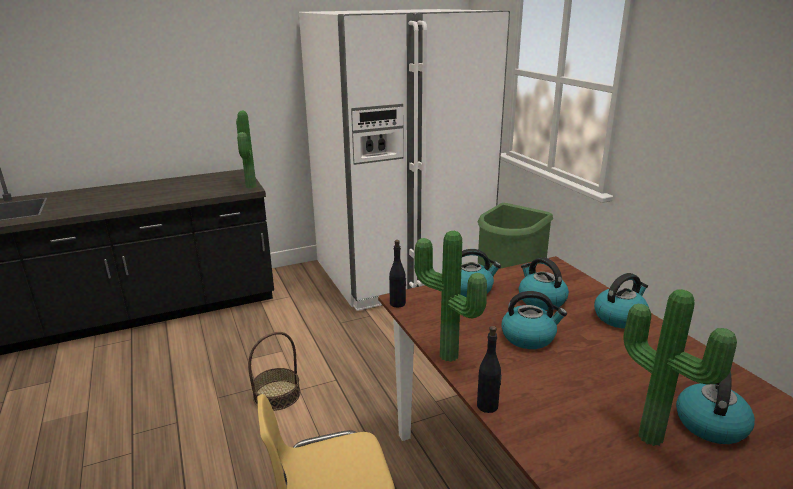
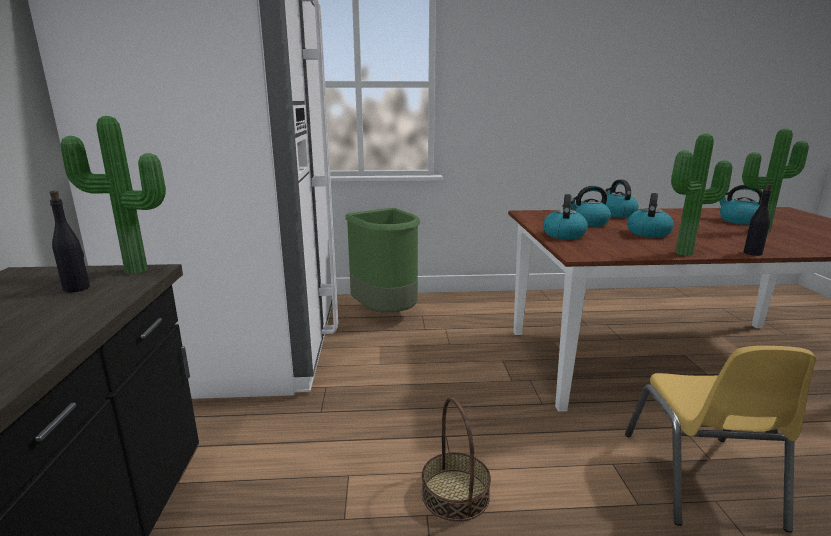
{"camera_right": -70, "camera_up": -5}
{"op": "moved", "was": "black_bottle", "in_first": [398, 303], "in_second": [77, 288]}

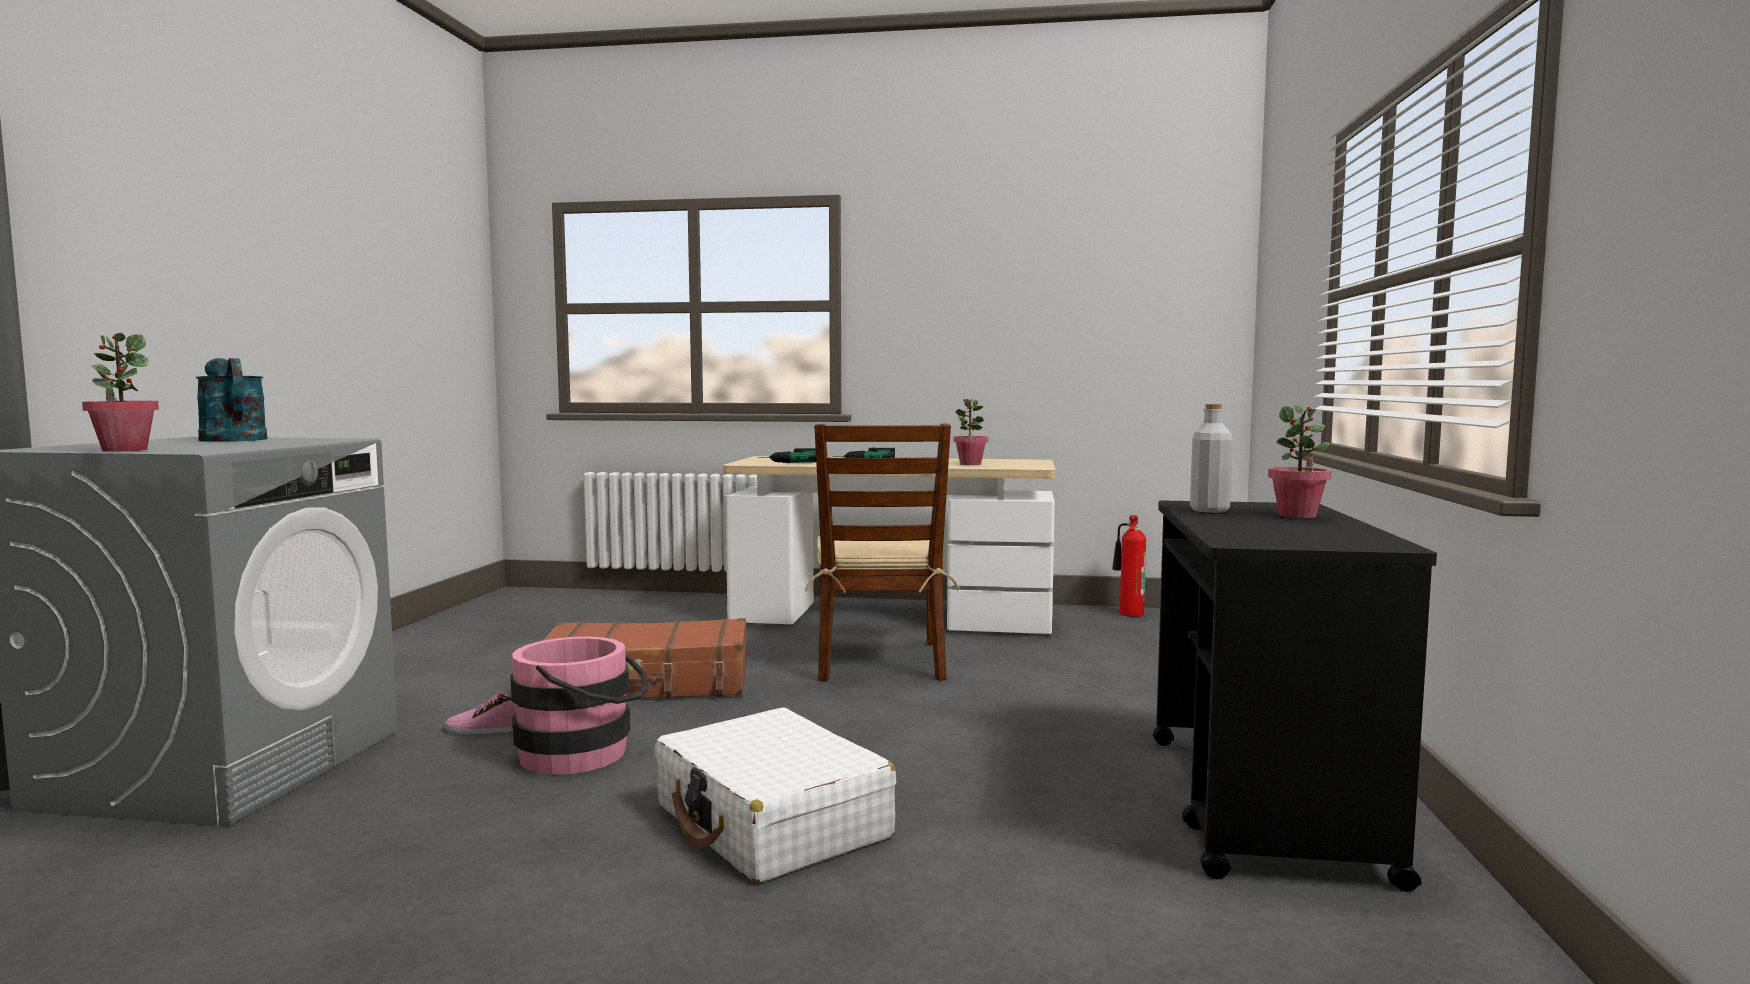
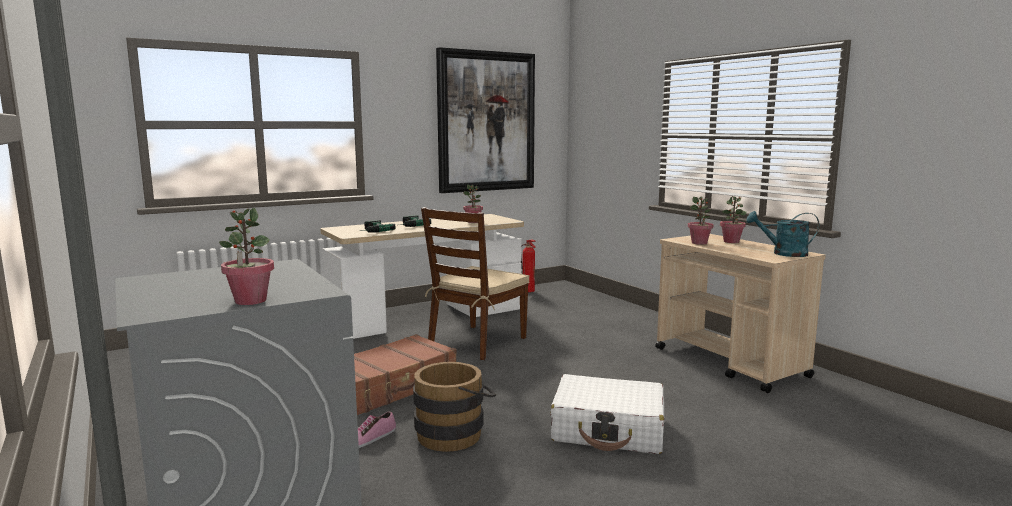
{"camera_right": -40, "camera_up": 5}
{"op": "added", "now": "picture", "in_second": [486, 122]}
{"op": "moved", "was": "turquoise_watering_can", "in_first": [231, 439], "in_second": [783, 253]}
{"op": "replaced", "was": "grey_bottle", "now": "potted_plant", "in_first": [1209, 510], "in_second": [699, 243]}
{"op": "recoloured", "was": "pink_bucket", "now": "brown_bucket", "in_first": [584, 754], "in_second": [455, 433]}
{"op": "recoloured", "was": "black_cart", "now": "beige_cart", "in_first": [1262, 805], "in_second": [730, 363]}
{"op": "turned", "was": "brown_chair", "in_first": [880, 661], "in_second": [477, 342], "clockwise": 75}

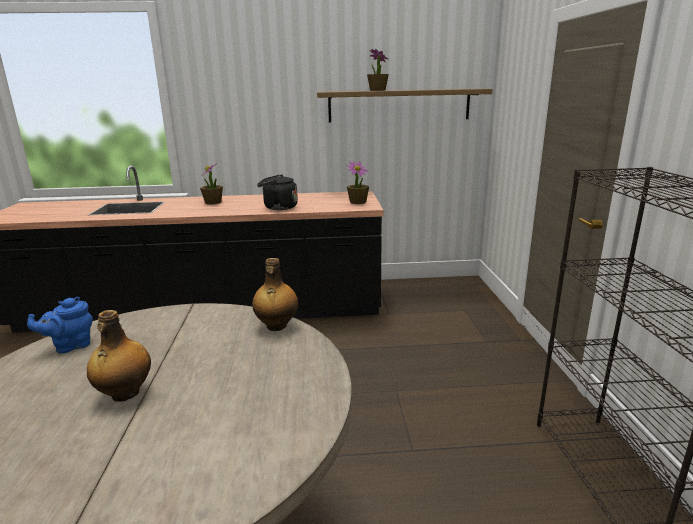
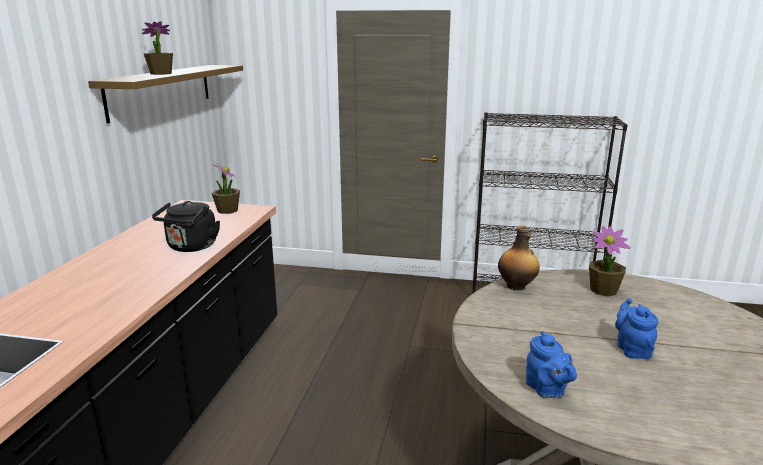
{"camera_right": -75, "camera_up": 0}
{"op": "moved", "was": "potted_plant", "in_first": [213, 202], "in_second": [603, 290]}
{"op": "replaced", "was": "bottle", "now": "blue_teapot", "in_first": [124, 394], "in_second": [632, 349]}

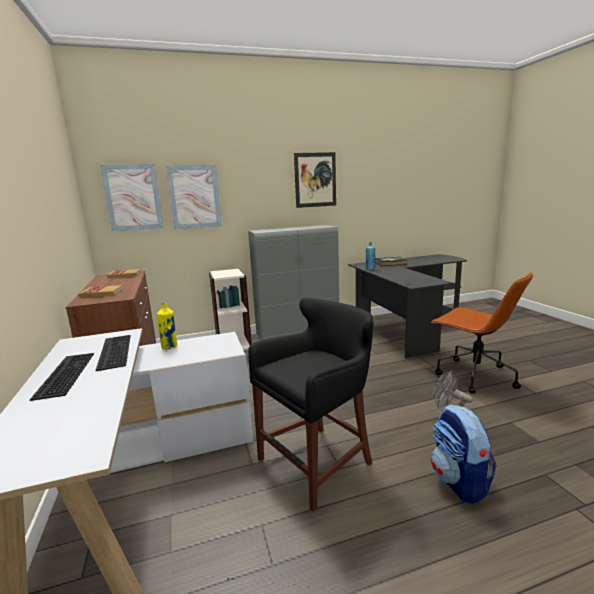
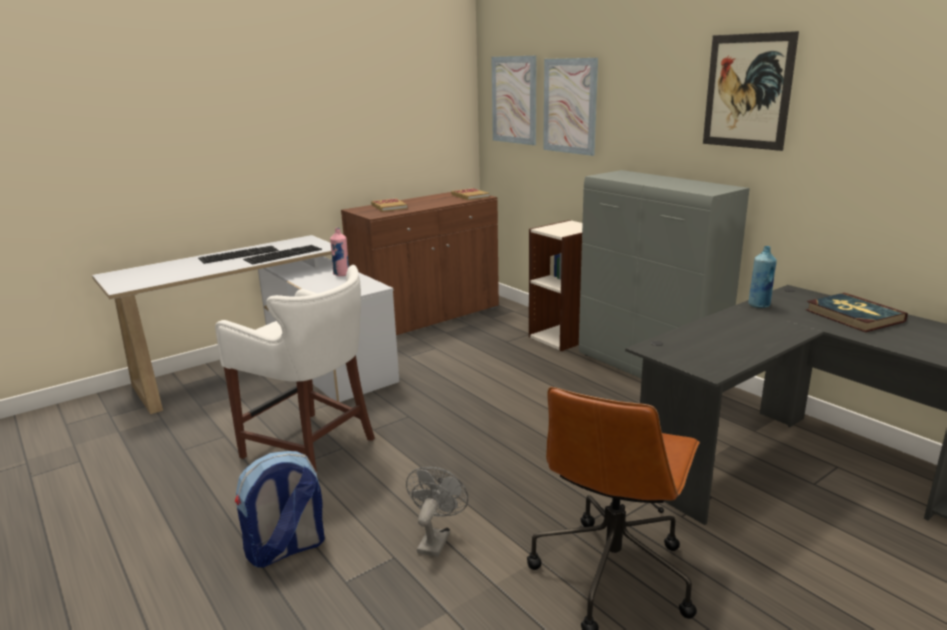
{"camera_right": 70, "camera_up": 5}
{"op": "recoloured", "was": "yellow_bottle", "now": "pink_bottle", "in_first": [169, 347], "in_second": [341, 274]}
{"op": "recoloured", "was": "black_stool", "now": "white_stool", "in_first": [318, 461], "in_second": [313, 447]}

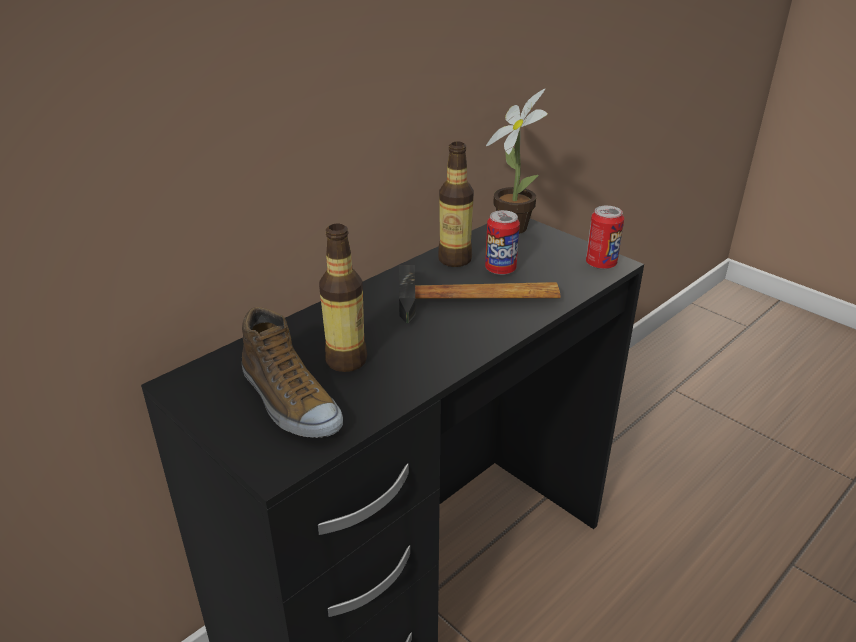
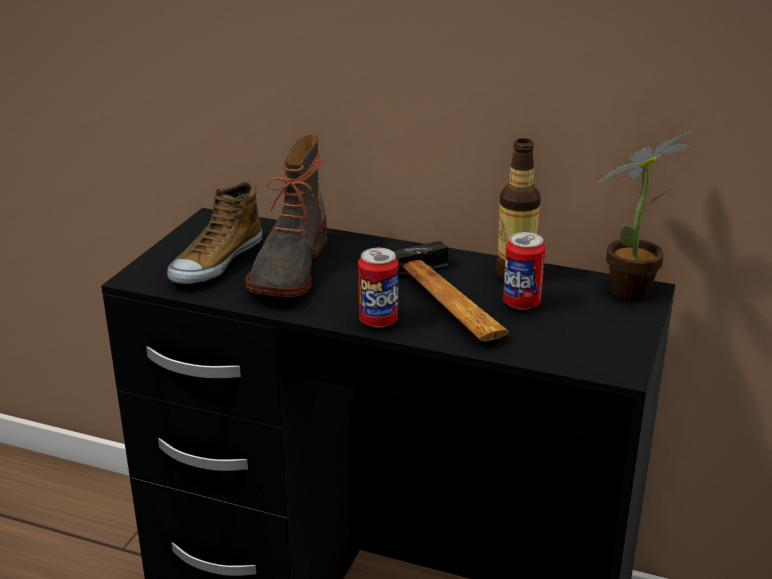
{"camera_right": 65, "camera_up": -5}
{"op": "moved", "was": "can", "in_first": [601, 264], "in_second": [378, 320]}
{"op": "replaced", "was": "bottle", "now": "boot", "in_first": [346, 360], "in_second": [288, 268]}

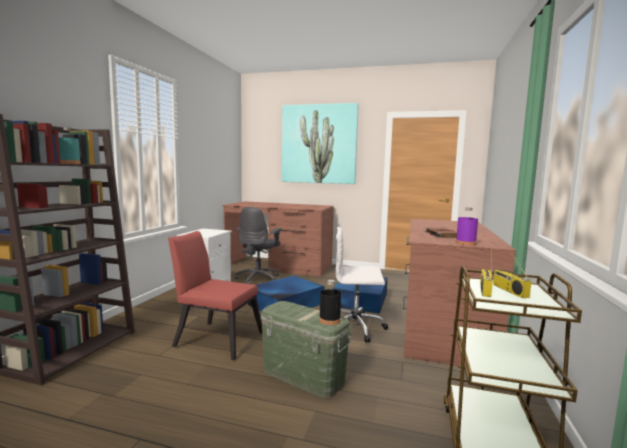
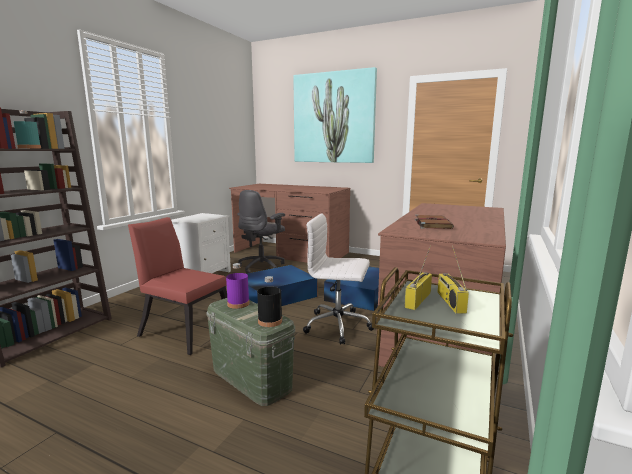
{"camera_right": 10, "camera_up": 5}
{"op": "moved", "was": "purple_bottle", "in_first": [465, 243], "in_second": [238, 304]}

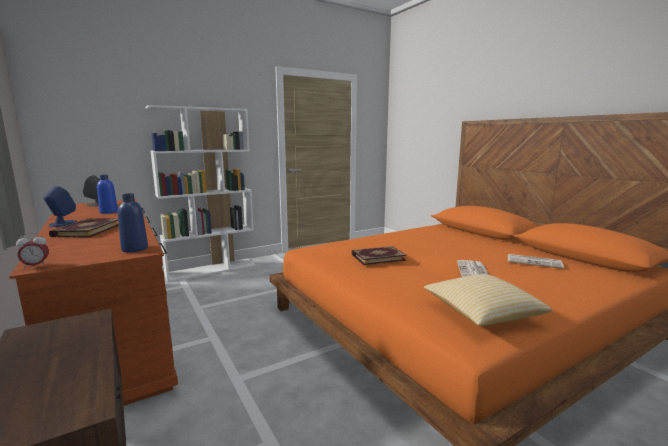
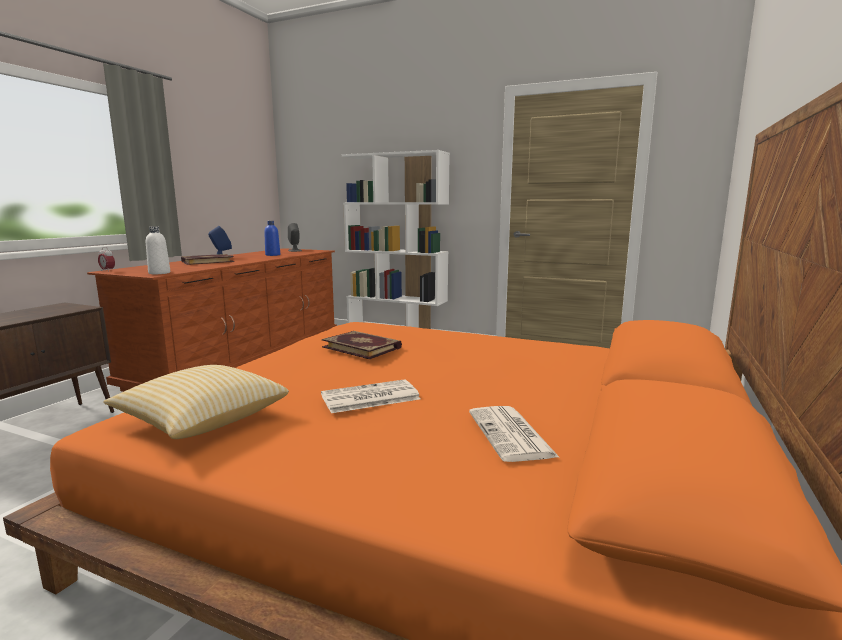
{"camera_right": 55, "camera_up": 0}
{"op": "recoloured", "was": "blue_bottle", "now": "white_bottle", "in_first": [135, 249], "in_second": [159, 273]}

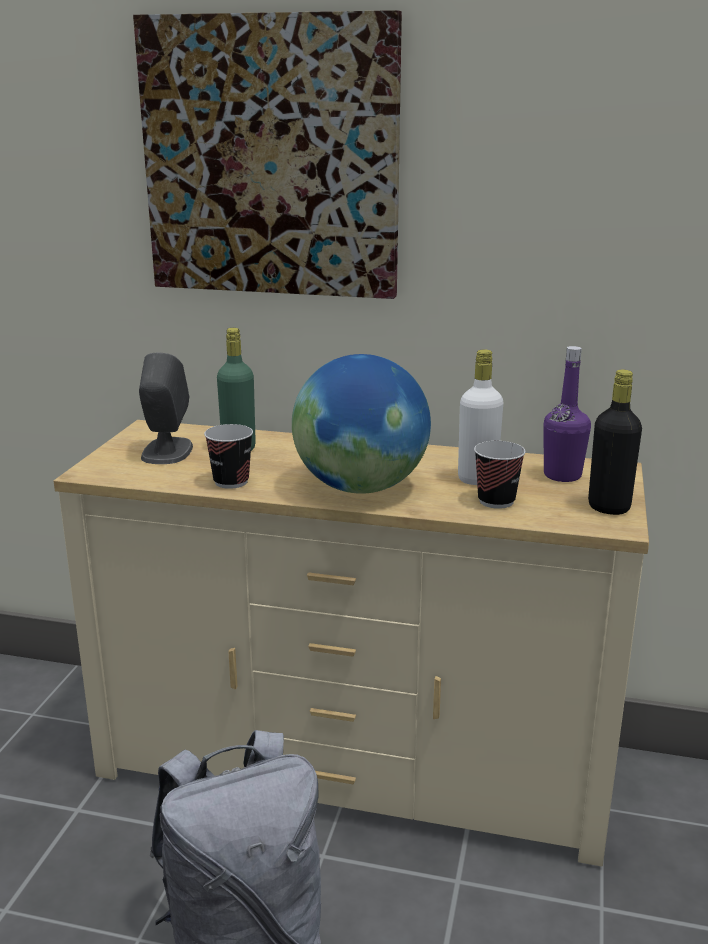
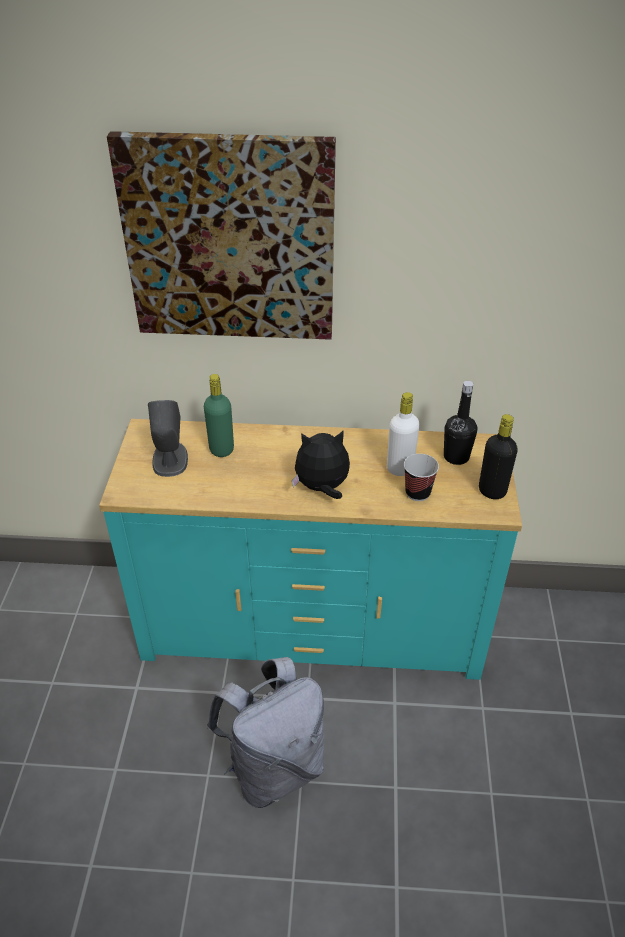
{"camera_right": -10, "camera_up": 20}
{"op": "removed", "was": "cup", "in_first": [231, 482]}
{"op": "replaced", "was": "globe", "now": "plush_toy", "in_first": [360, 487], "in_second": [322, 488]}
{"op": "recoloured", "was": "beige_dresser", "now": "turquoise_dresser", "in_first": [354, 764], "in_second": [312, 624]}
{"op": "recoloured", "was": "purple_bottle", "now": "black_bottle", "in_first": [562, 475], "in_second": [456, 457]}

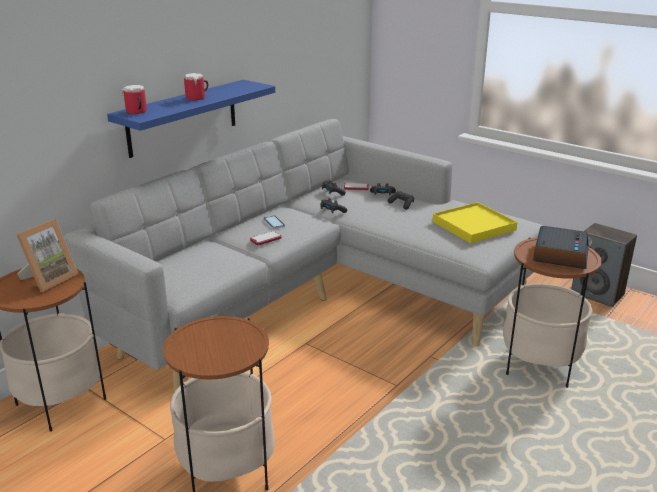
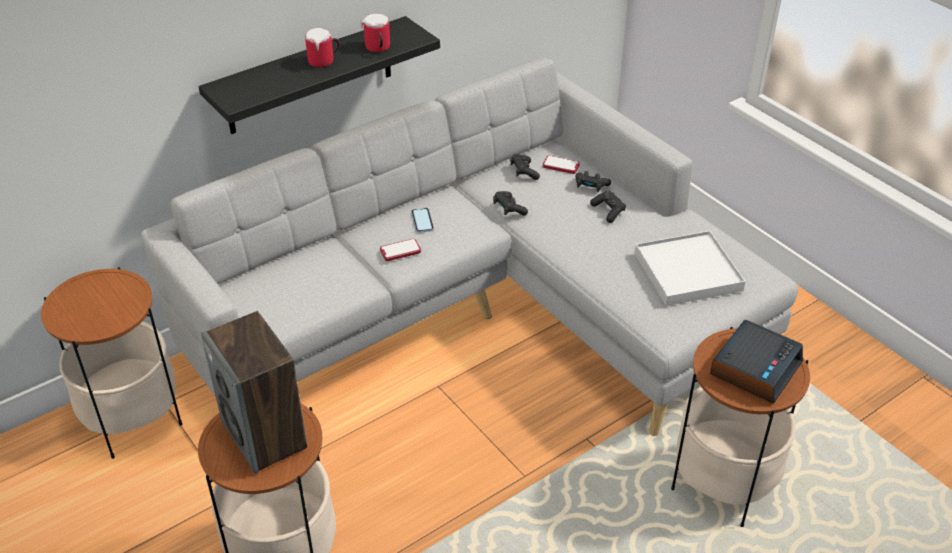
{"camera_right": 15, "camera_up": 15}
{"op": "removed", "was": "picture_frame", "in_first": [49, 279]}
{"op": "moved", "was": "mug", "in_first": [136, 112], "in_second": [377, 48]}
{"op": "moved", "was": "speaker", "in_first": [598, 294], "in_second": [265, 435]}
{"op": "recoloured", "was": "blue_shelf", "now": "black_shelf", "in_first": [183, 117], "in_second": [310, 76]}
{"op": "recoloured", "was": "yellow_tray", "now": "white_tray", "in_first": [474, 226], "in_second": [688, 272]}

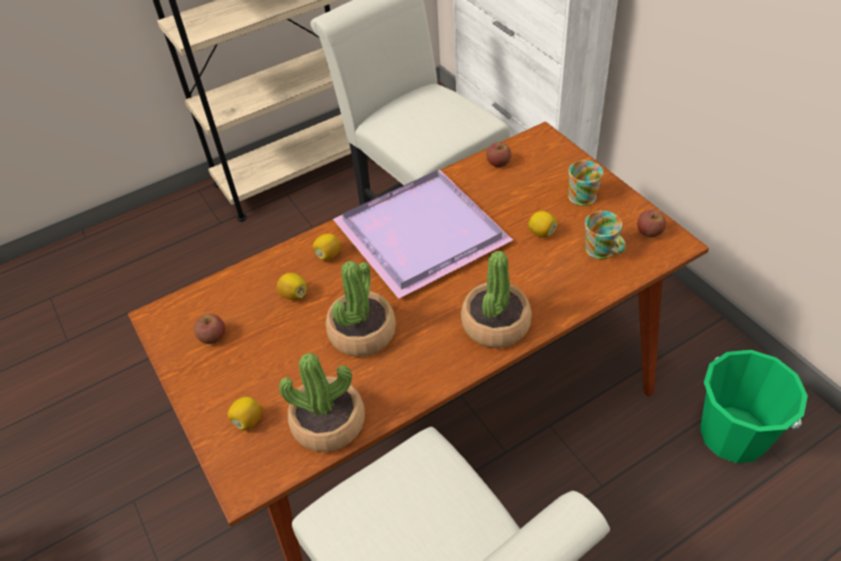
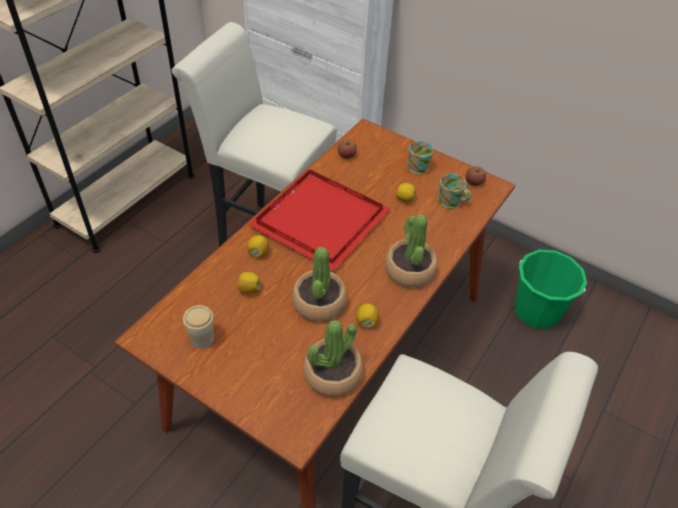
{"camera_right": -30, "camera_up": 0}
{"op": "moved", "was": "lemon", "in_first": [248, 421], "in_second": [366, 322]}
{"op": "replaced", "was": "apple", "now": "cup", "in_first": [213, 337], "in_second": [202, 339]}
{"op": "recoloured", "was": "purple_tray", "now": "red_tray", "in_first": [422, 231], "in_second": [319, 218]}

